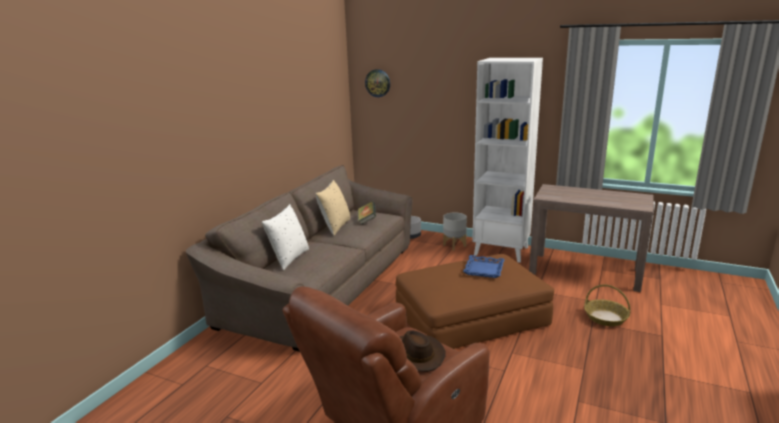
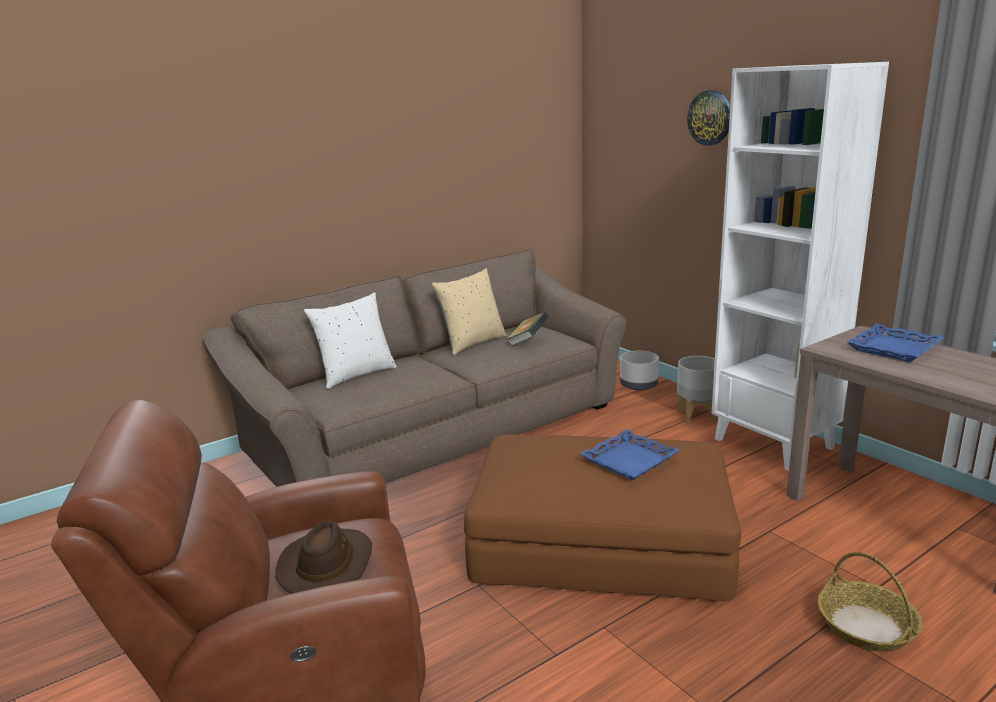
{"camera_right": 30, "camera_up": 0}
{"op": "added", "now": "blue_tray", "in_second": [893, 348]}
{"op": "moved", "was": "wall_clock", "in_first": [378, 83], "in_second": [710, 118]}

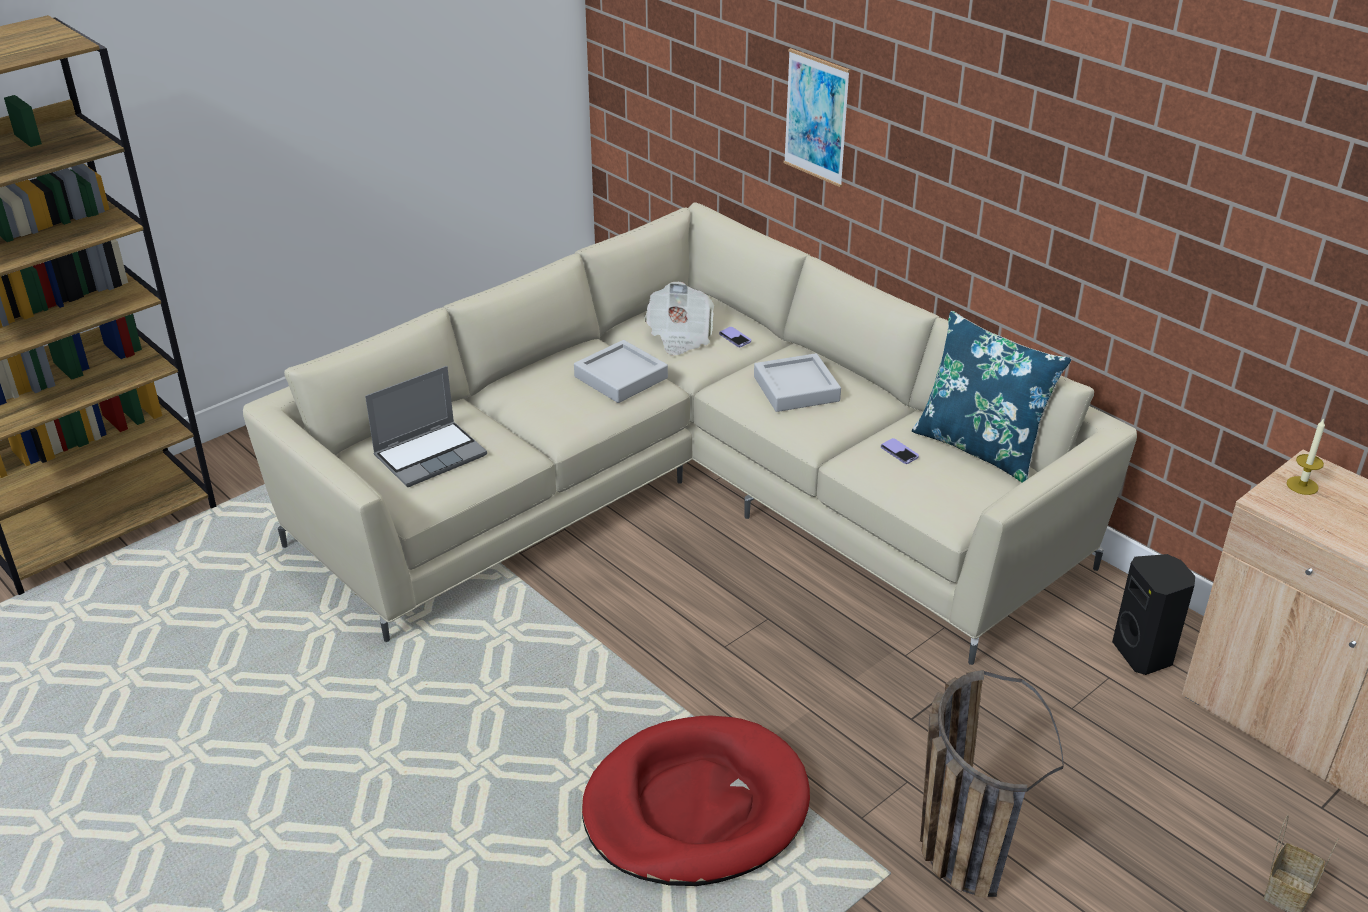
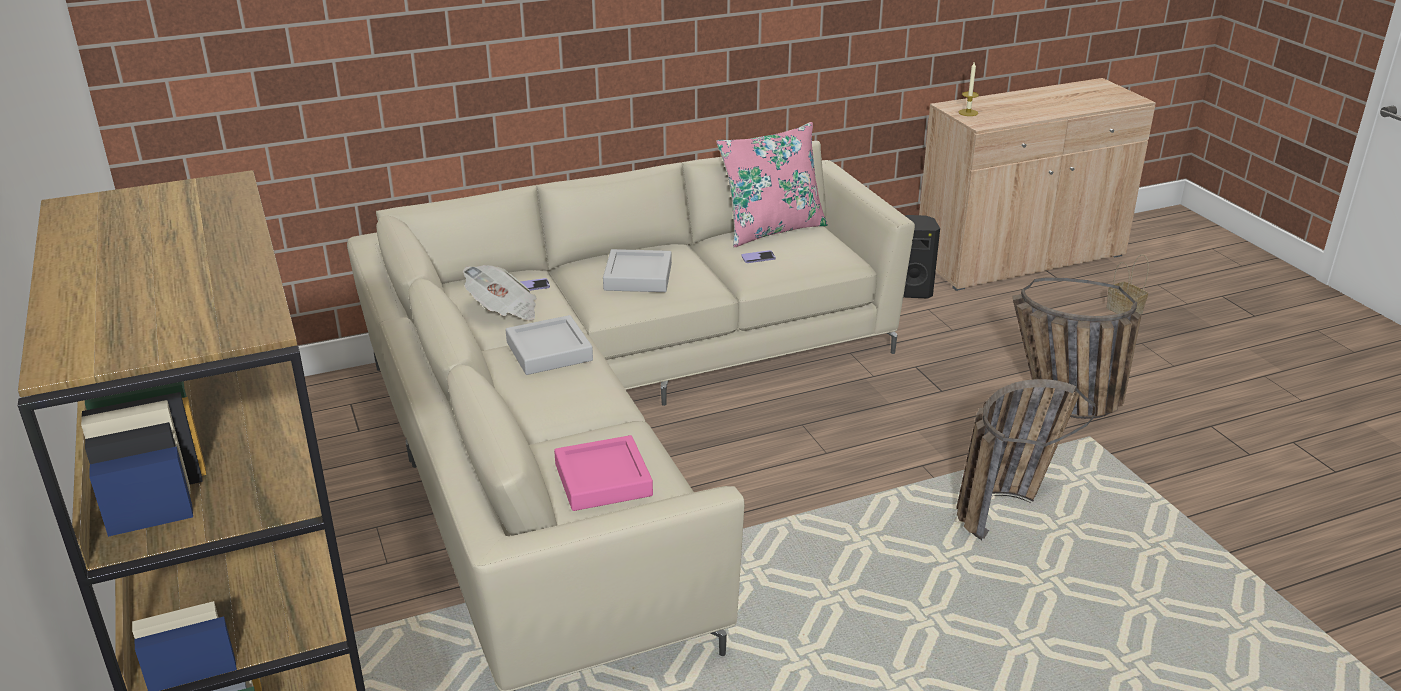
{"camera_right": -70, "camera_up": -5}
{"op": "removed", "was": "picture", "in_first": [816, 117]}
{"op": "replaced", "was": "laptop", "now": "pink_tray", "in_first": [430, 455], "in_second": [603, 480]}
{"op": "replaced", "was": "red_dog_bed", "now": "basket", "in_first": [695, 807], "in_second": [1006, 507]}
{"op": "recoloured", "was": "blue_pillow", "now": "pink_pillow", "in_first": [980, 447], "in_second": [771, 229]}

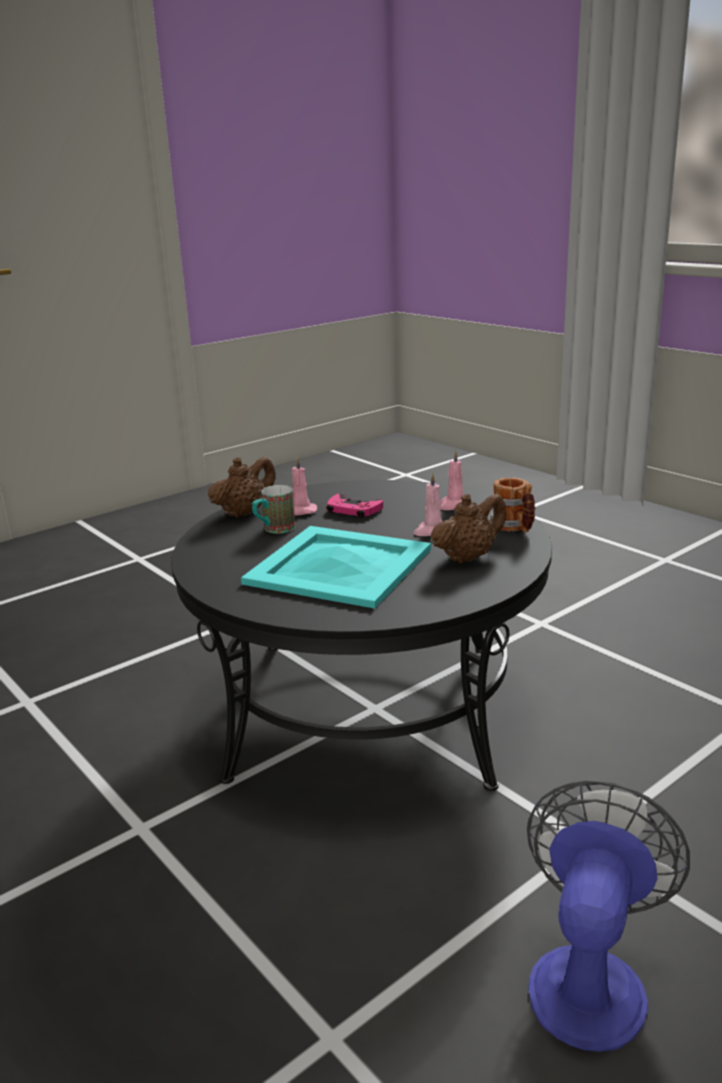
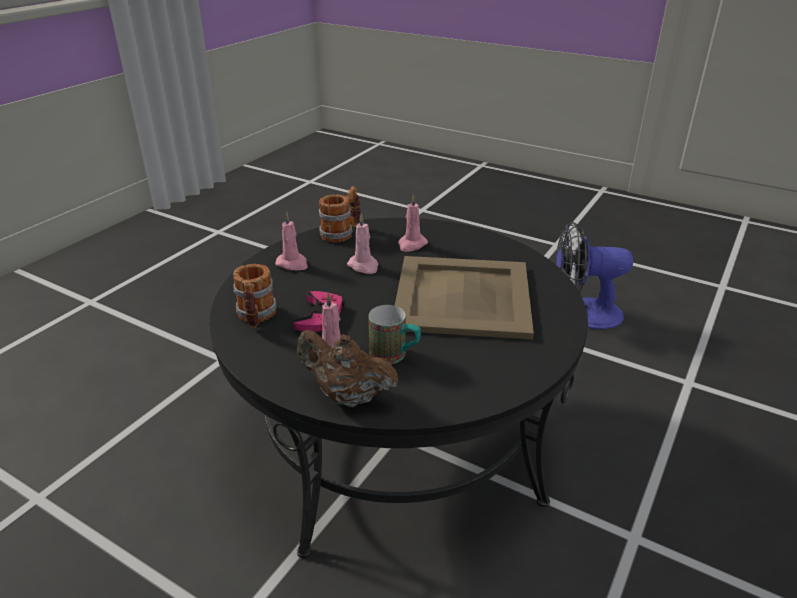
{"camera_right": -110, "camera_up": 10}
{"op": "added", "now": "mug", "in_second": [256, 317]}
{"op": "replaced", "was": "brown_teapot", "now": "pink_candle", "in_first": [468, 557], "in_second": [412, 244]}
{"op": "recoloured", "was": "turquoise_tray", "now": "beige_tray", "in_first": [337, 566], "in_second": [464, 297]}

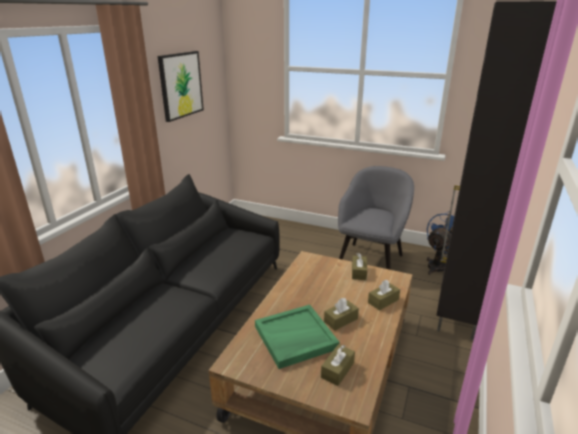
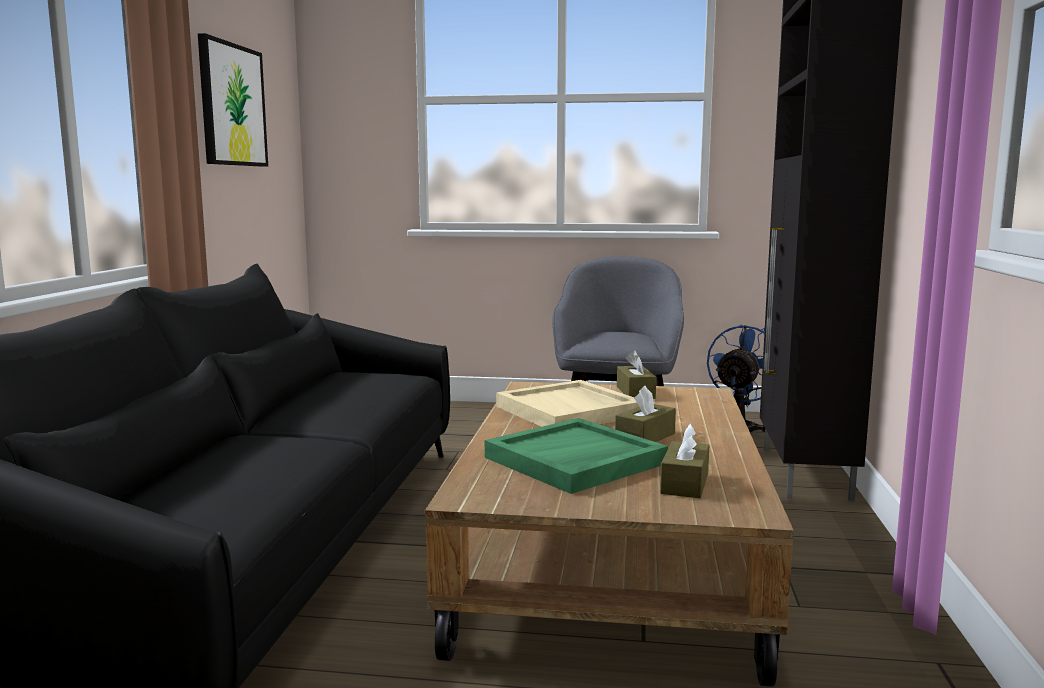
{"camera_right": -15, "camera_up": -15}
{"op": "removed", "was": "brown_tissue_box", "in_first": [383, 301]}
{"op": "added", "now": "beige_tray", "in_second": [570, 411]}

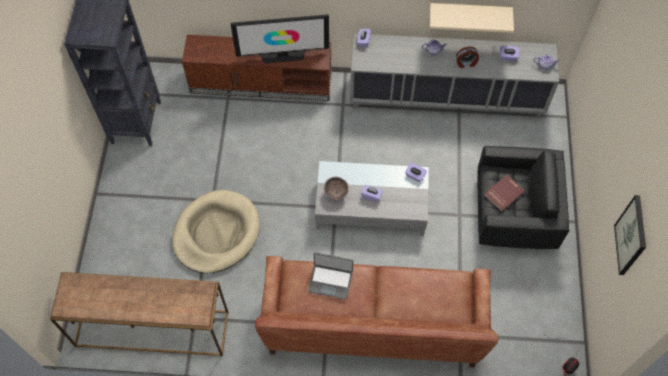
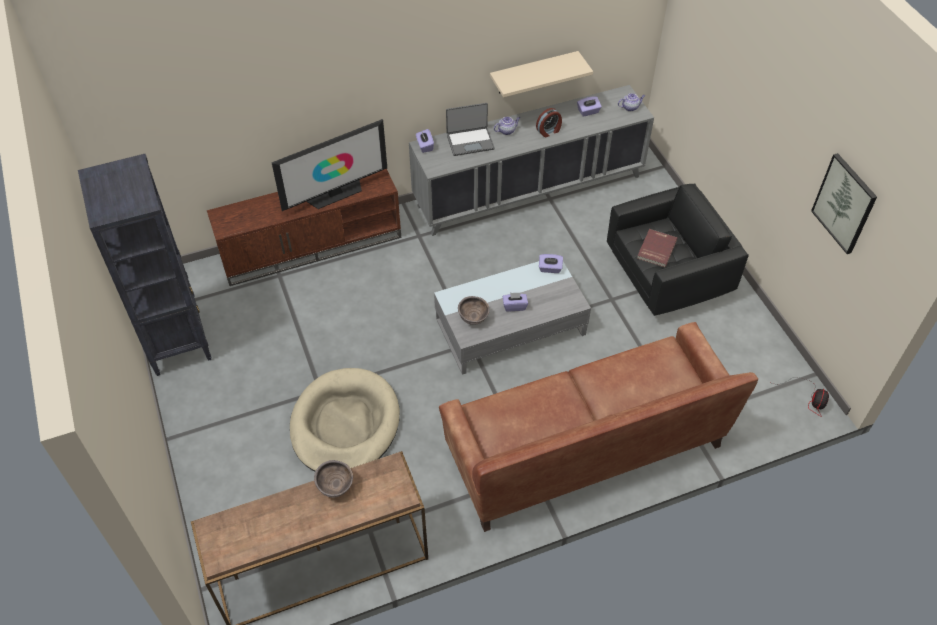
{"camera_right": -25, "camera_up": -10}
{"op": "added", "now": "brown_bowl", "in_second": [335, 488]}
{"op": "moved", "was": "laptop", "in_first": [330, 281], "in_second": [470, 141]}

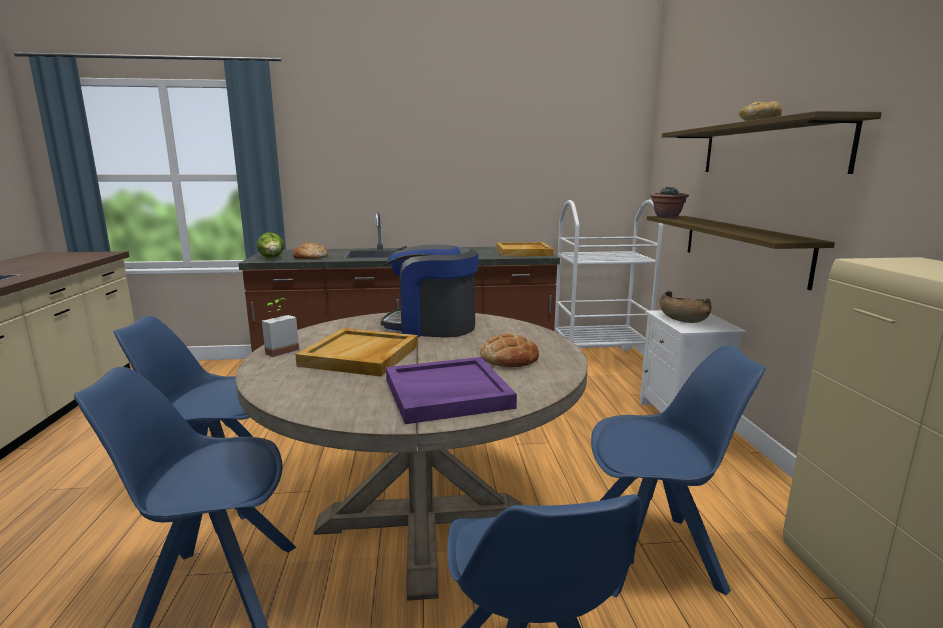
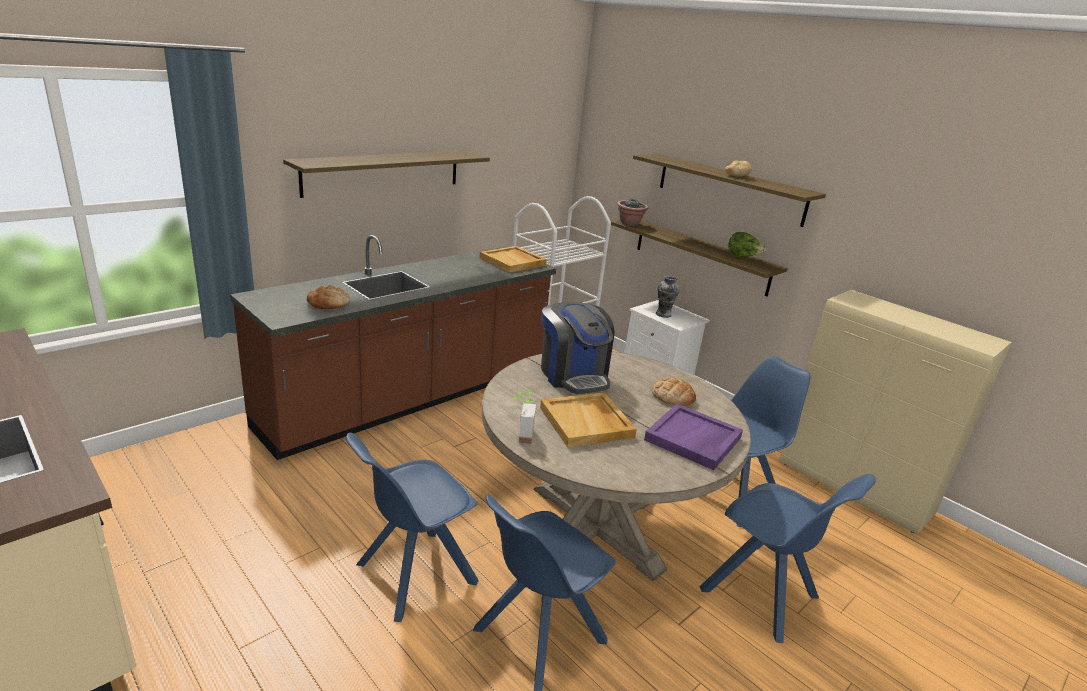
{"camera_right": -40, "camera_up": 10}
{"op": "added", "now": "shelf", "in_second": [383, 172]}
{"op": "moved", "was": "lettuce", "in_first": [272, 258], "in_second": [742, 257]}
{"op": "replaced", "was": "brown_bowl", "now": "vase", "in_first": [682, 319], "in_second": [663, 314]}
{"op": "turned", "was": "coffee_machine", "in_first": [432, 326], "in_second": [573, 375], "clockwise": -90}

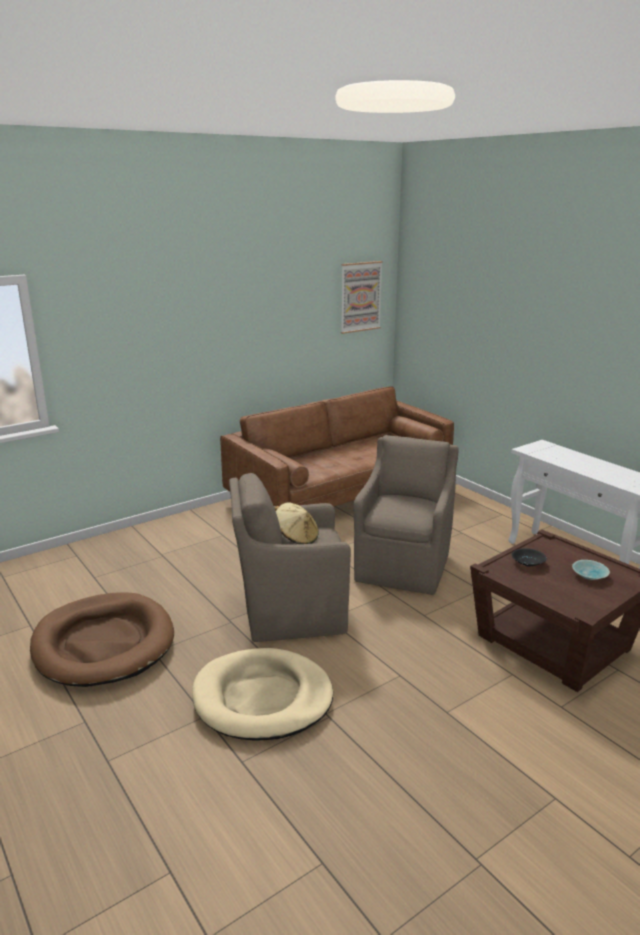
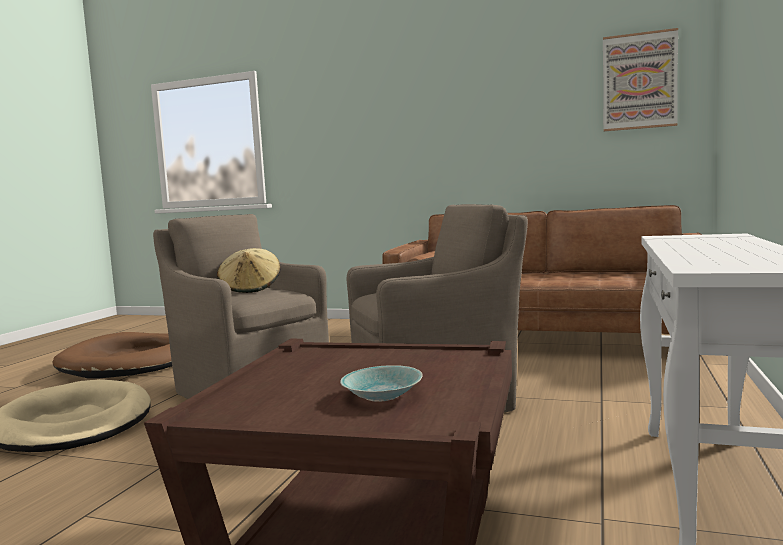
{"camera_right": 55, "camera_up": -15}
{"op": "removed", "was": "black_bowl", "in_first": [527, 563]}

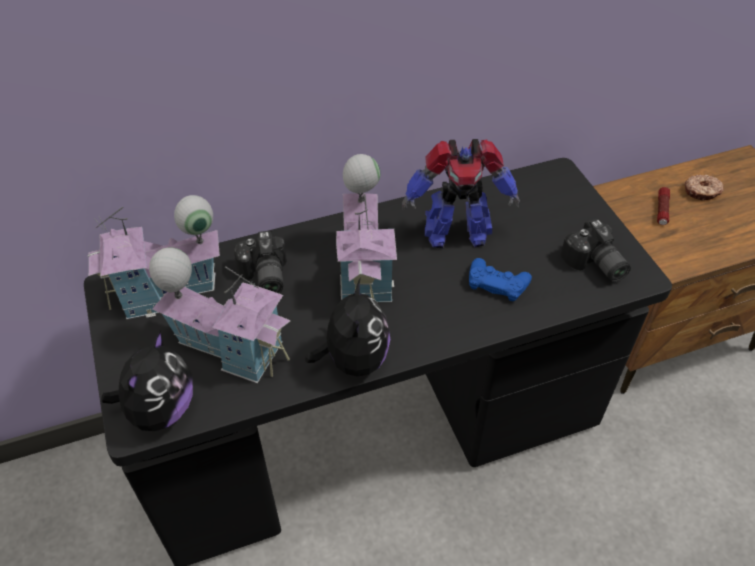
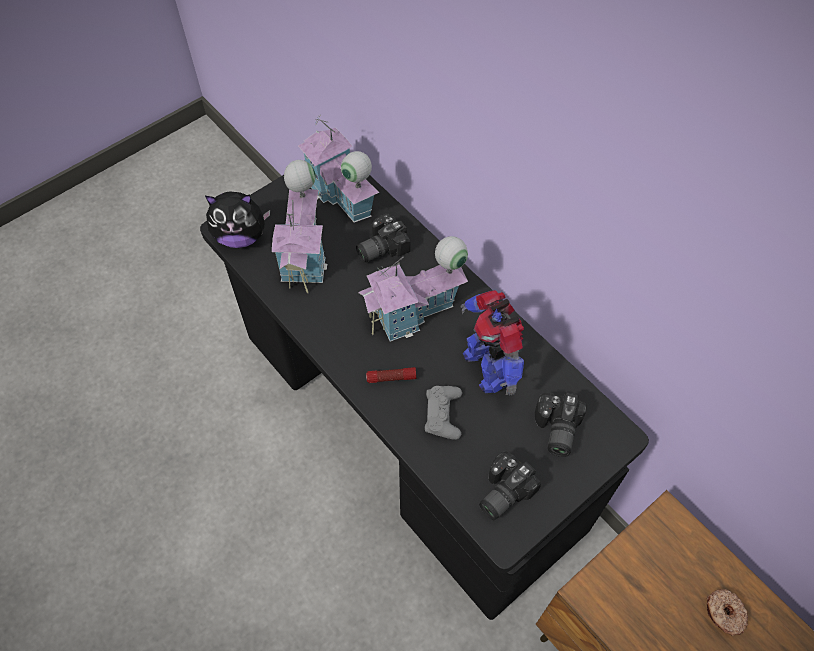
{"camera_right": 70, "camera_up": 10}
{"op": "removed", "was": "plush_toy", "in_first": [353, 360]}
{"op": "added", "now": "photo_camera", "in_second": [555, 430]}
{"op": "moved", "was": "flashlight", "in_first": [662, 210], "in_second": [391, 378]}
{"op": "recoloured", "was": "blue_game_controller", "now": "grey_game_controller", "in_first": [497, 283], "in_second": [443, 414]}

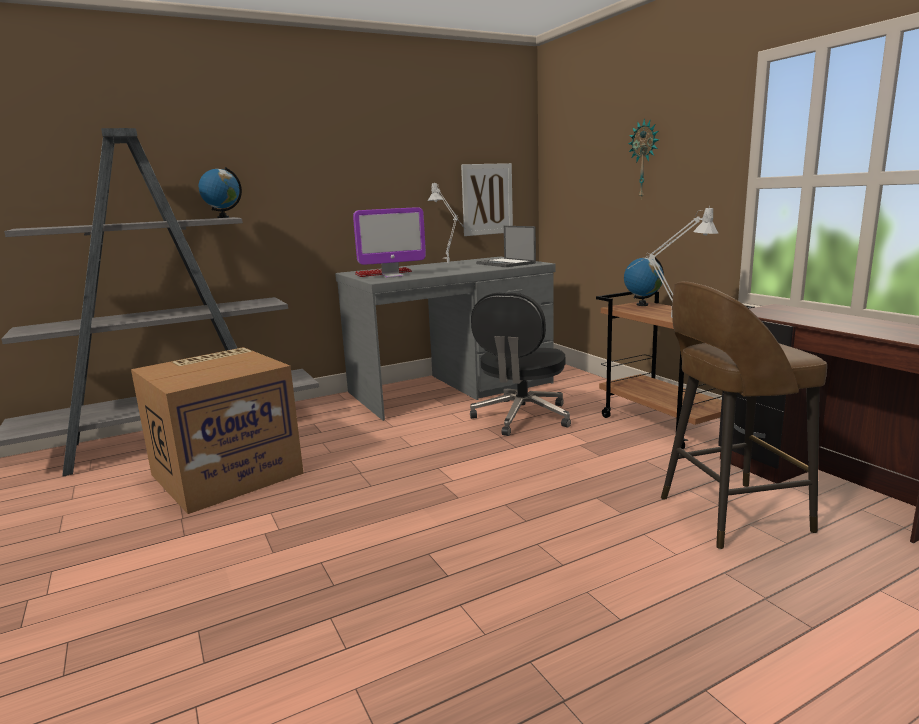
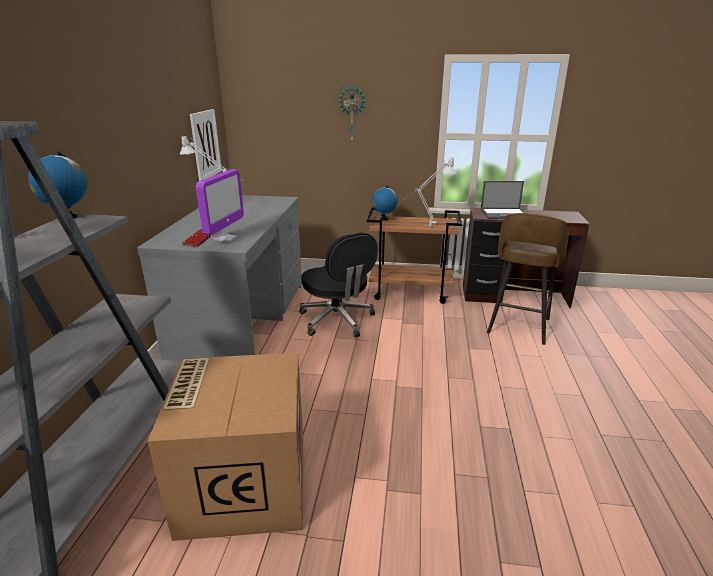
{"camera_right": -55, "camera_up": 10}
{"op": "moved", "was": "laptop", "in_first": [506, 263], "in_second": [504, 214]}

